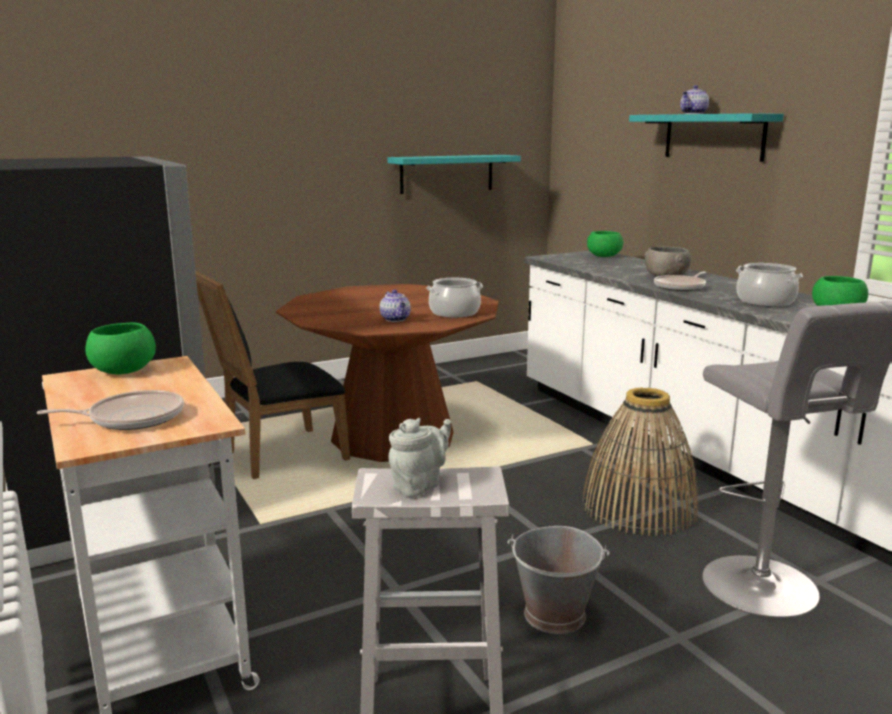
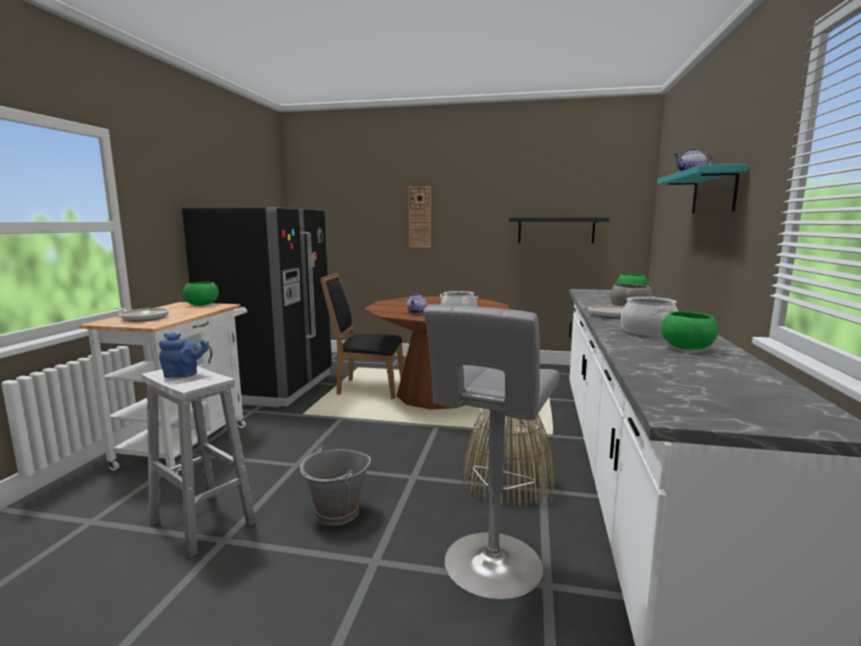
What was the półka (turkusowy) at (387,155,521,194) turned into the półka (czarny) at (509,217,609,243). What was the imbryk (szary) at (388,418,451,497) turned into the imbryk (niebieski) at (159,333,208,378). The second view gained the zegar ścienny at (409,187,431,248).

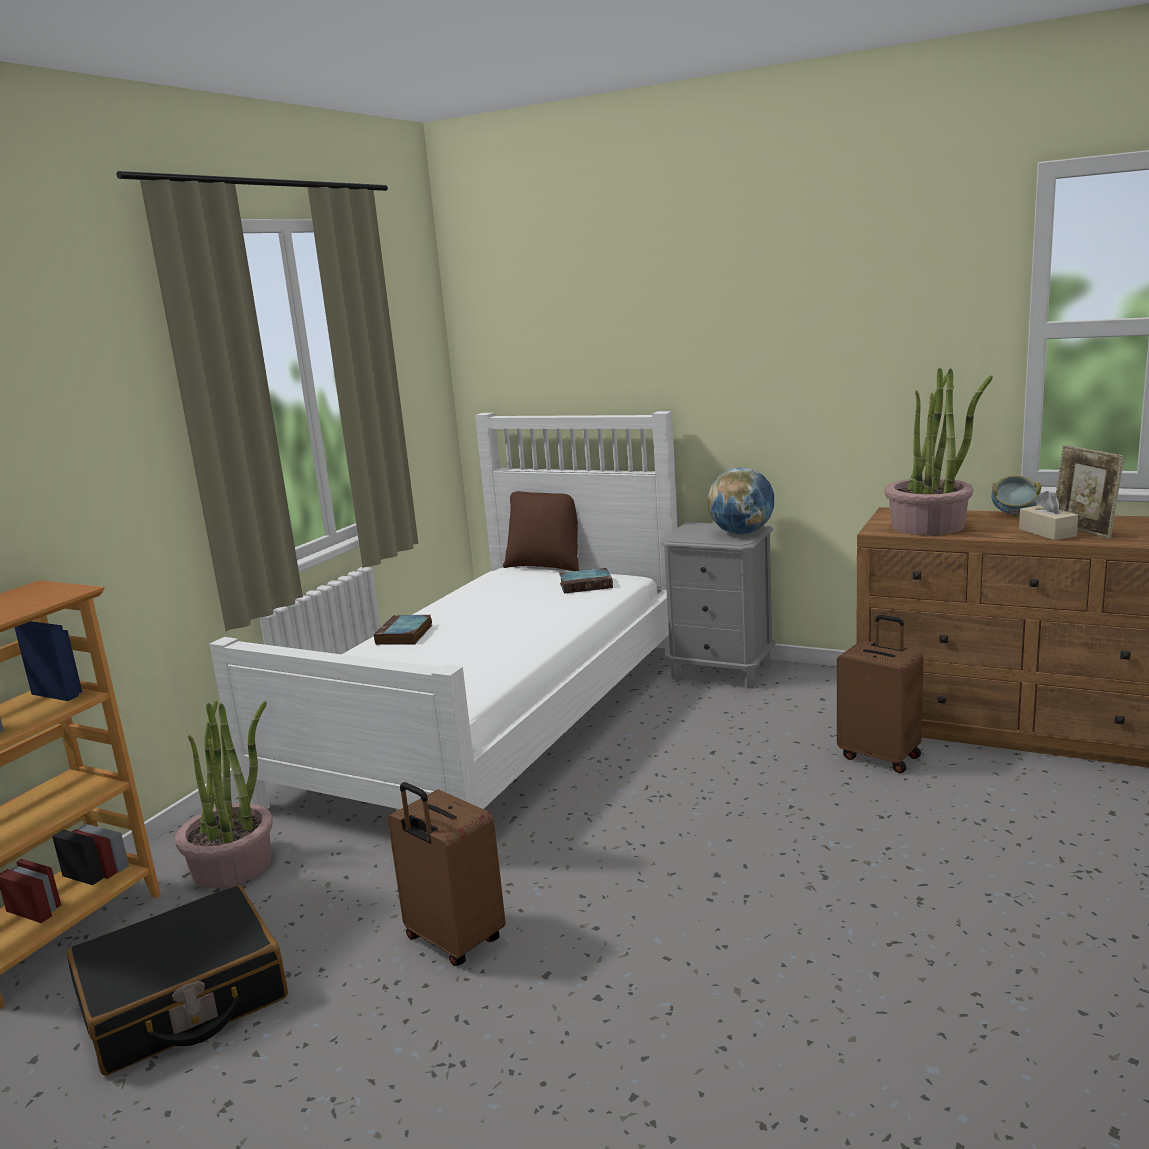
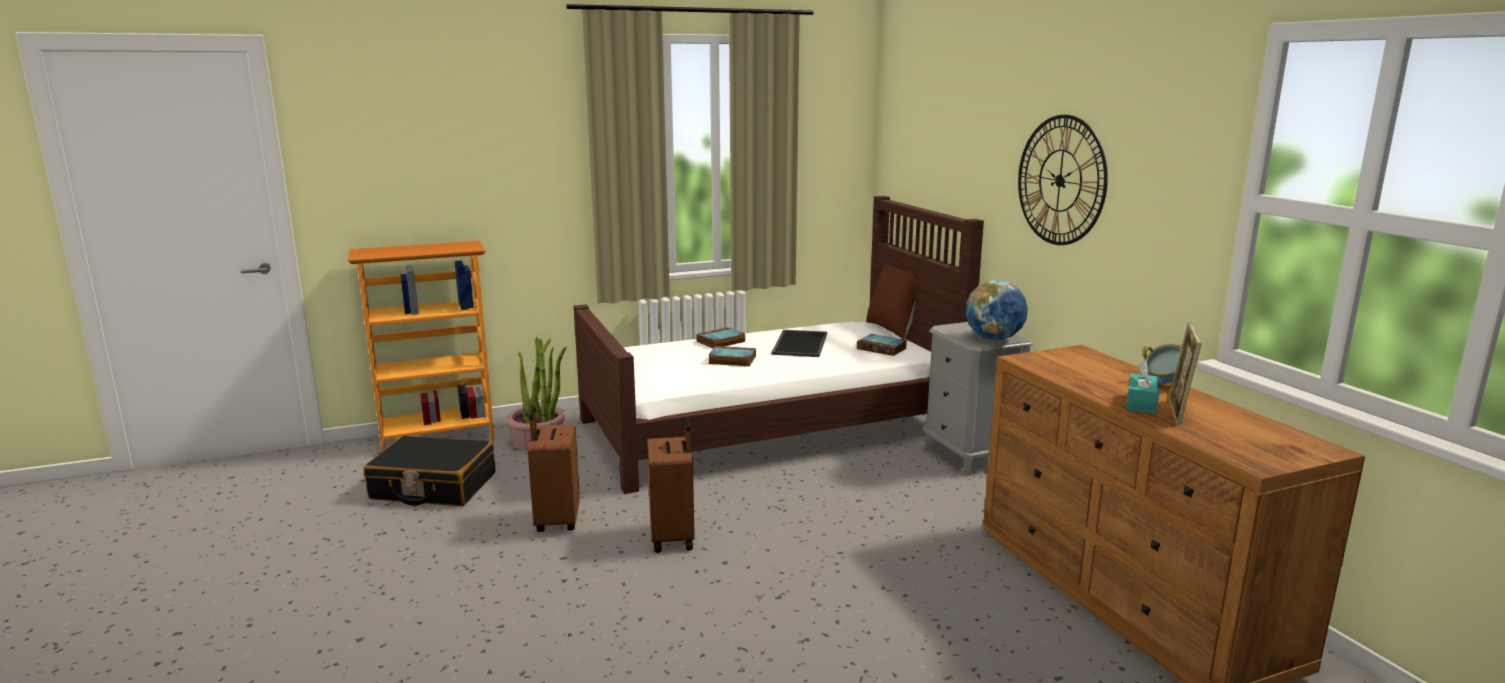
The second view lost the roślina doniczkowa at (884,368,993,536). What was the łóżko (biały) at (209,411,678,809) turned into the łóżko (brązowy) at (574,196,984,494). What was the pudełko chusteczek (beżowy) at (1019,491,1078,540) turned into the pudełko chusteczek (turkusowy) at (1126,361,1160,414). The walizka (brązowy) ended up elsewhere, having gone from (837,615,924,773) to (647,417,695,553). The second view gained the zegar ścienny at (1018,115,1108,245). The second view gained the taca at (772,330,827,357). The second view gained the książka at (708,346,756,366).

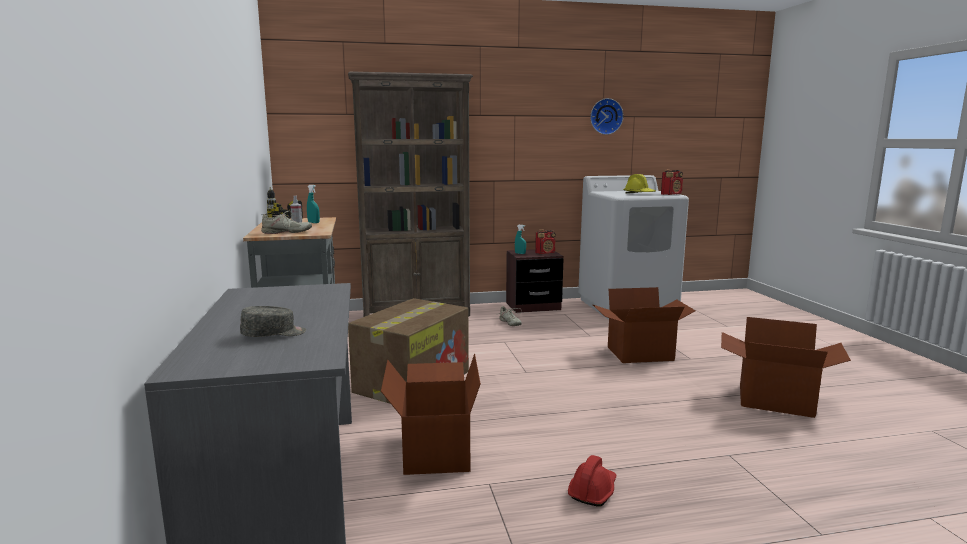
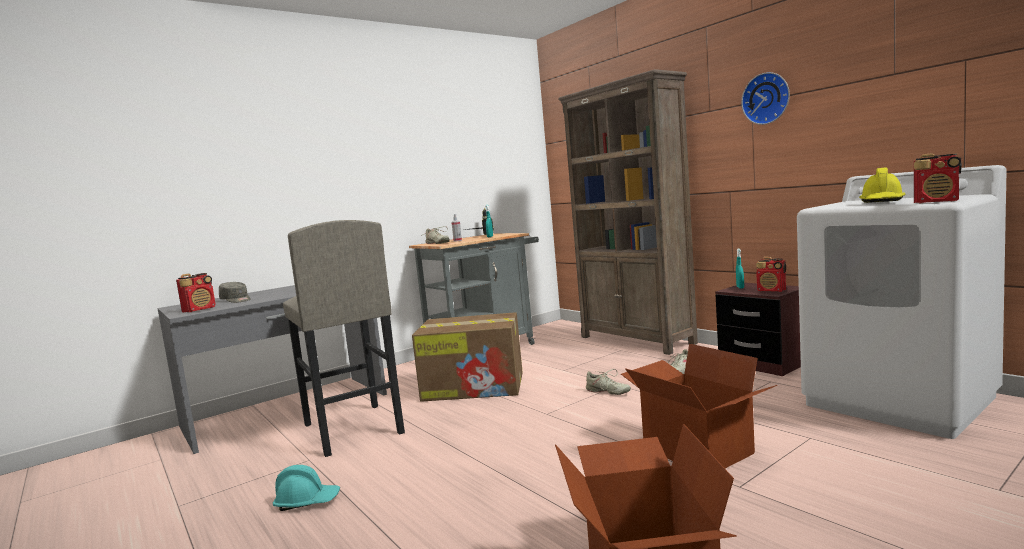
The zegar ścienny ended up elsewhere, having gone from (590,98,624,135) to (741,72,790,125). Where the karton stood at (381,353,481,475), the stołek (szary) came to stand at (283,220,405,457). What was the kask (czerwony) at (568,455,616,506) turned into the kask (turkusowy) at (273,465,340,511). The second view gained the radio at (176,273,216,312). The second view gained the but (beżowy) at (586,369,631,395).

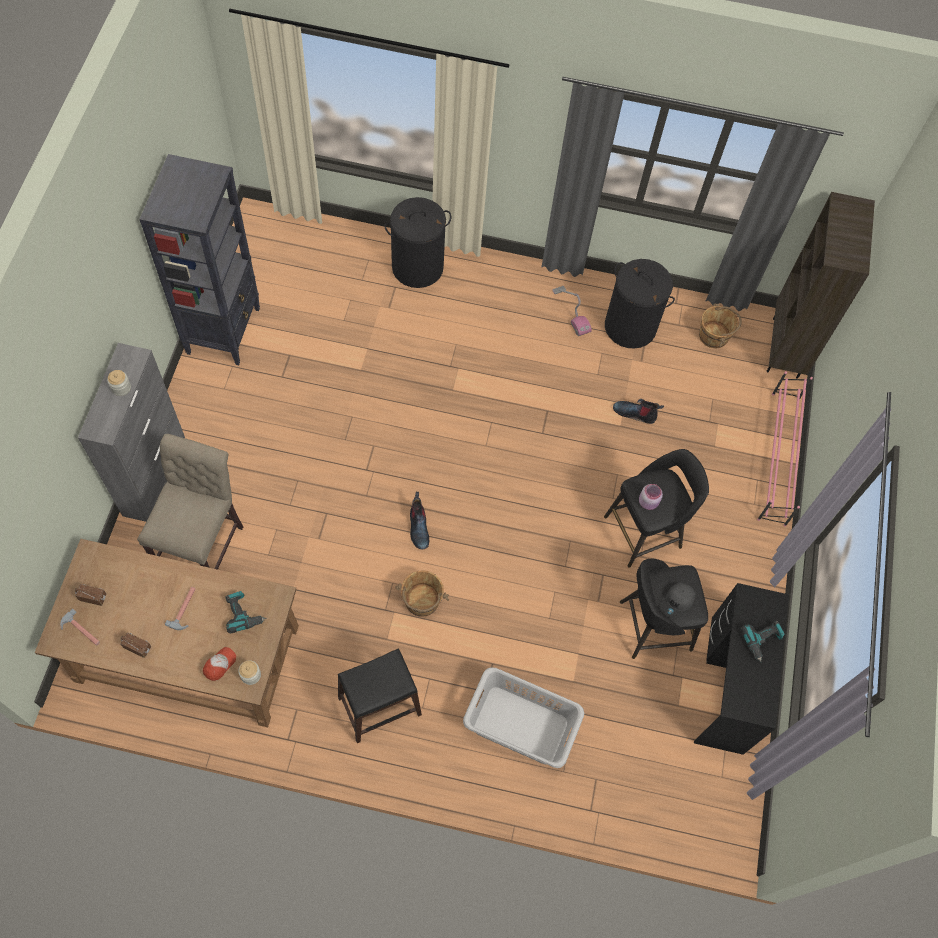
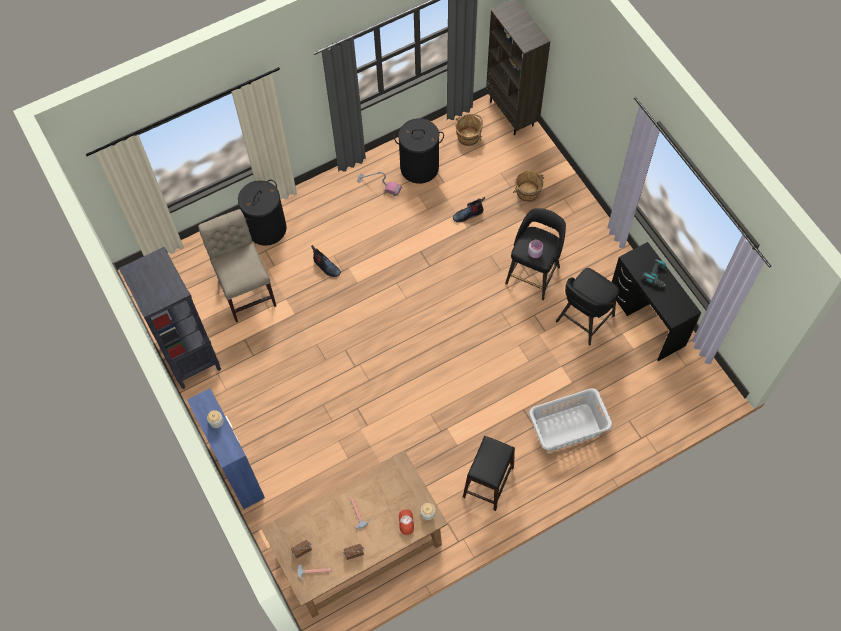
What was the szafka (szary) at (78,343,185,522) turned into the szafka (niebieski) at (187,388,265,509). The second view lost the regał na buty (różowy) at (757,371,813,527). The krzesło (beżowy) ended up elsewhere, having gone from (137,434,244,570) to (198,209,276,322). The but z cholewką ended up elsewhere, having gone from (410,492,429,549) to (311,245,341,277). The wiadro (brązowy) ended up elsewhere, having gone from (395,570,449,617) to (513,170,544,202). The second view lost the czapka z daszkiem (szary) at (660,582,695,620). The second view lost the wiertarka at (225,591,267,633).

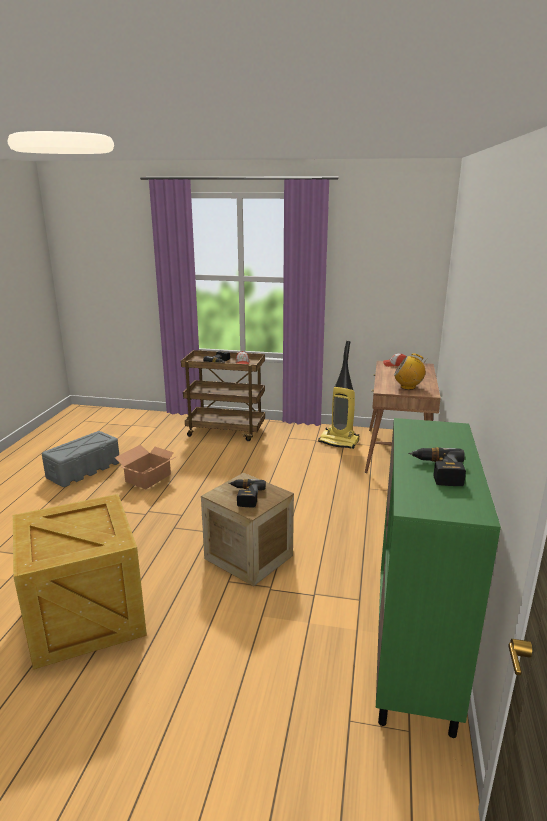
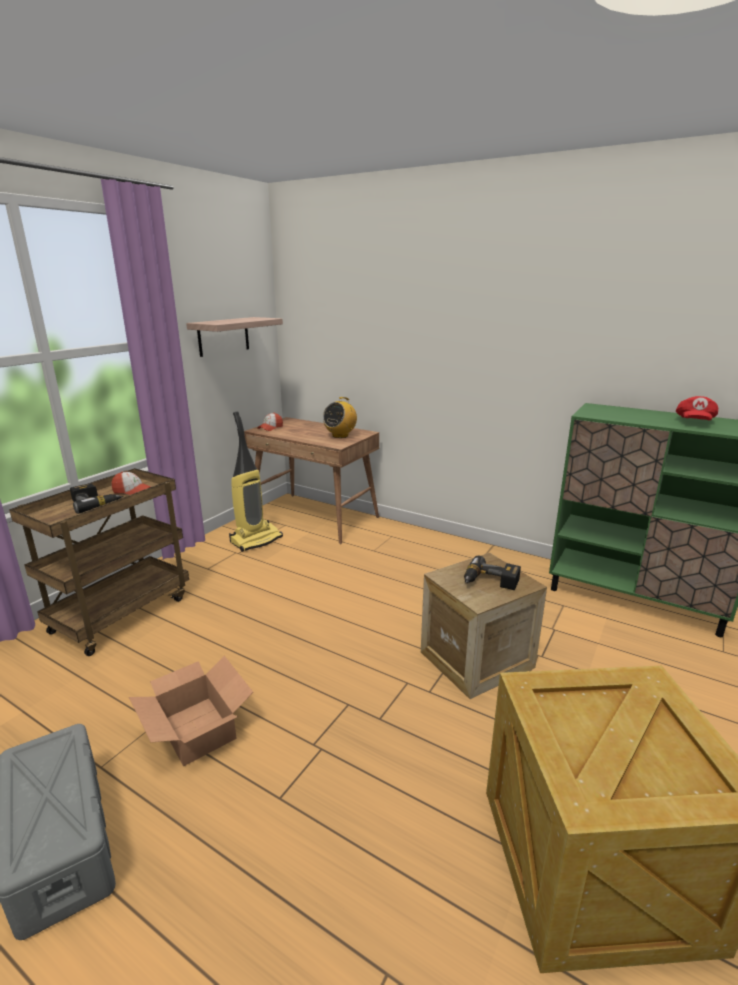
Where the wiertarka stood at (408,447,466,486), the czapka z daszkiem (czerwony) came to stand at (676,396,718,420). The second view gained the półka at (186,317,283,357).

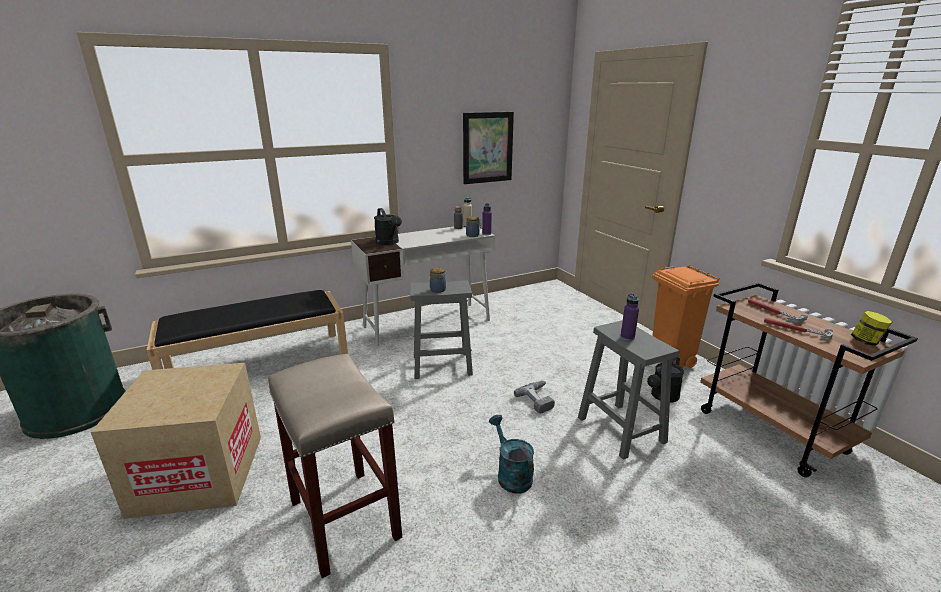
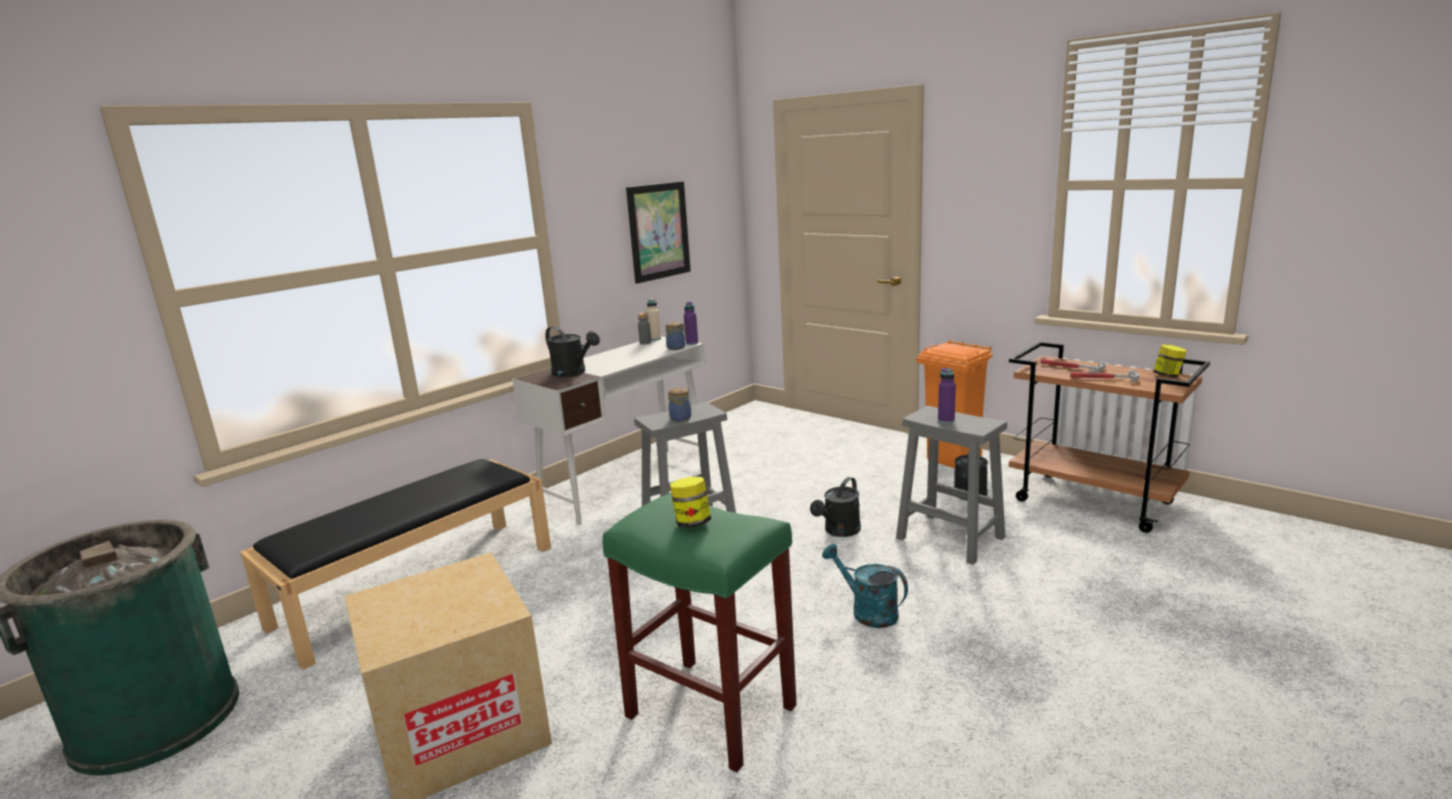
What was the stołek (beżowy) at (268,354,402,578) turned into the stołek (zielony) at (602,493,797,772). Where the wiertarka stood at (514,381,555,414), the konewka (czarny) came to stand at (810,477,861,537). The second view gained the słoik at (670,477,711,527).

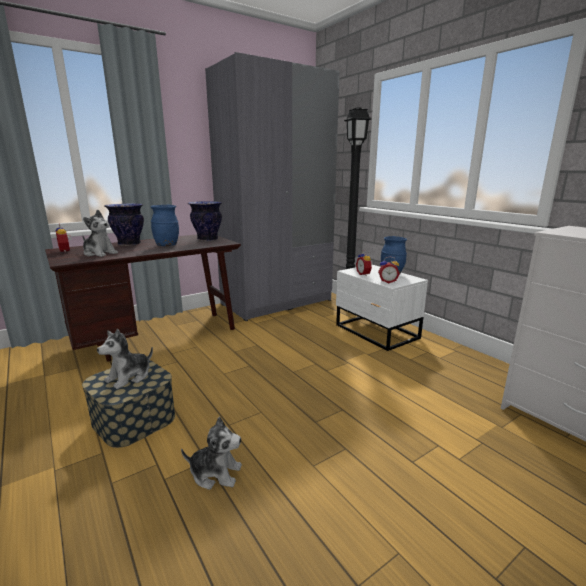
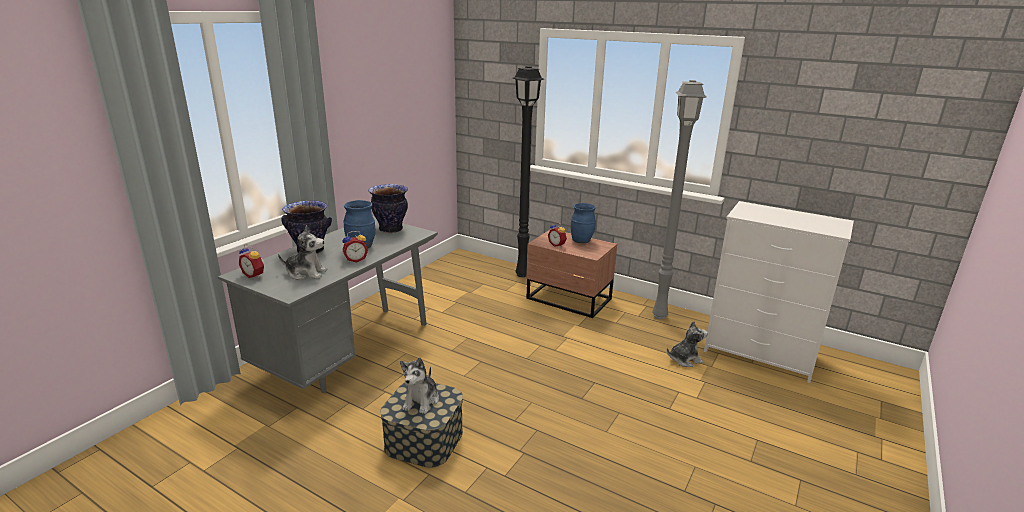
The second view lost the szafa (szary) at (205,52,340,321). What was the biurko (brązowy) at (45,234,241,362) turned into the biurko (szary) at (218,216,438,393). The budzik ended up elsewhere, having gone from (378,257,399,283) to (342,231,368,263). What was the szafka nocna (biały) at (336,265,428,351) turned into the szafka nocna (brązowy) at (526,229,617,318). The pluszak ended up elsewhere, having gone from (181,417,242,490) to (667,321,708,367). The second view gained the lampa stojąca (szary) at (652,80,707,319).

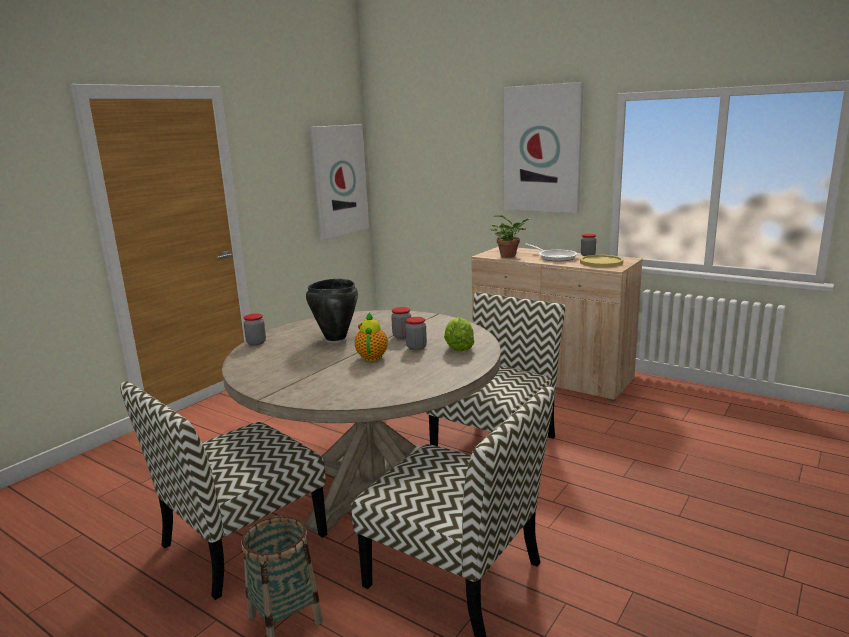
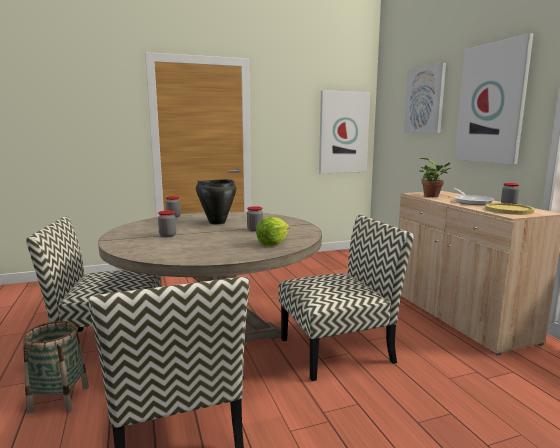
The second view lost the imbryk at (355,312,388,361). The słoik ended up elsewhere, having gone from (405,317,427,350) to (158,211,176,237). The second view gained the obraz at (404,63,446,133).

